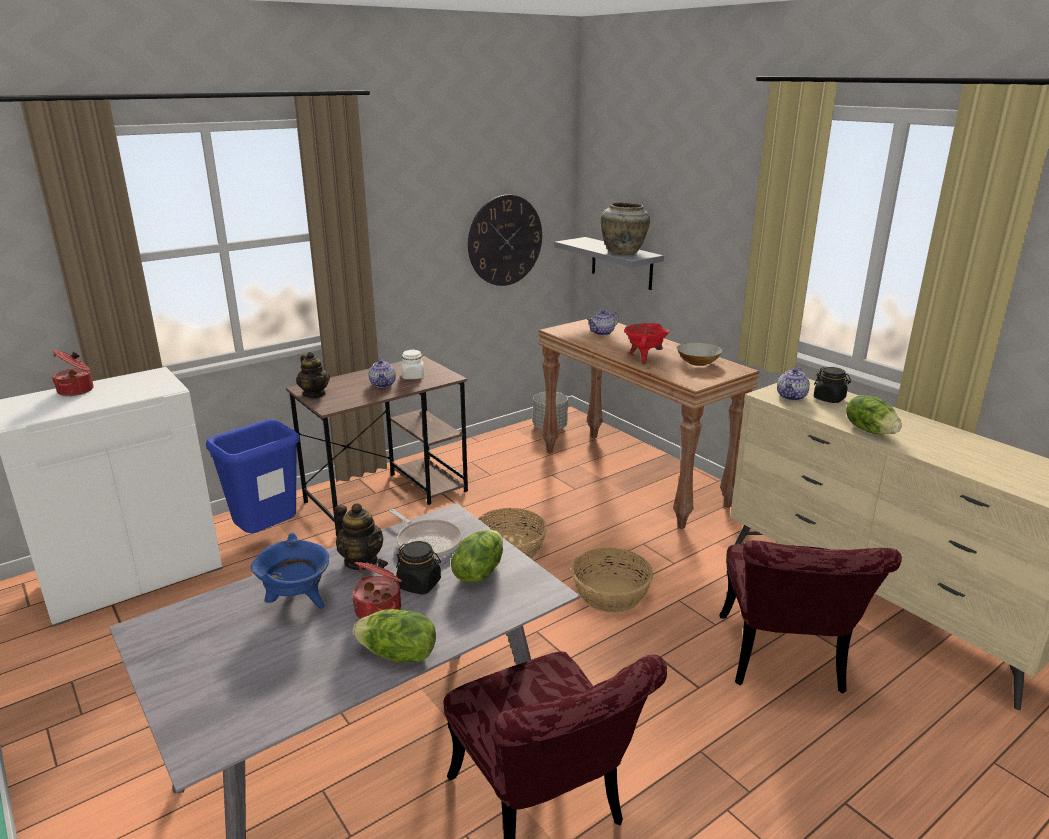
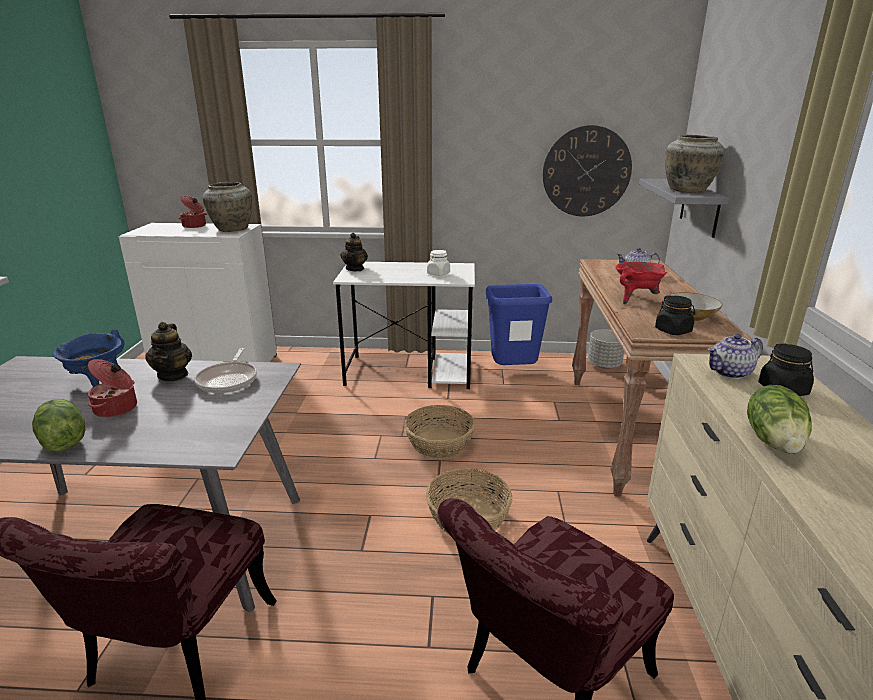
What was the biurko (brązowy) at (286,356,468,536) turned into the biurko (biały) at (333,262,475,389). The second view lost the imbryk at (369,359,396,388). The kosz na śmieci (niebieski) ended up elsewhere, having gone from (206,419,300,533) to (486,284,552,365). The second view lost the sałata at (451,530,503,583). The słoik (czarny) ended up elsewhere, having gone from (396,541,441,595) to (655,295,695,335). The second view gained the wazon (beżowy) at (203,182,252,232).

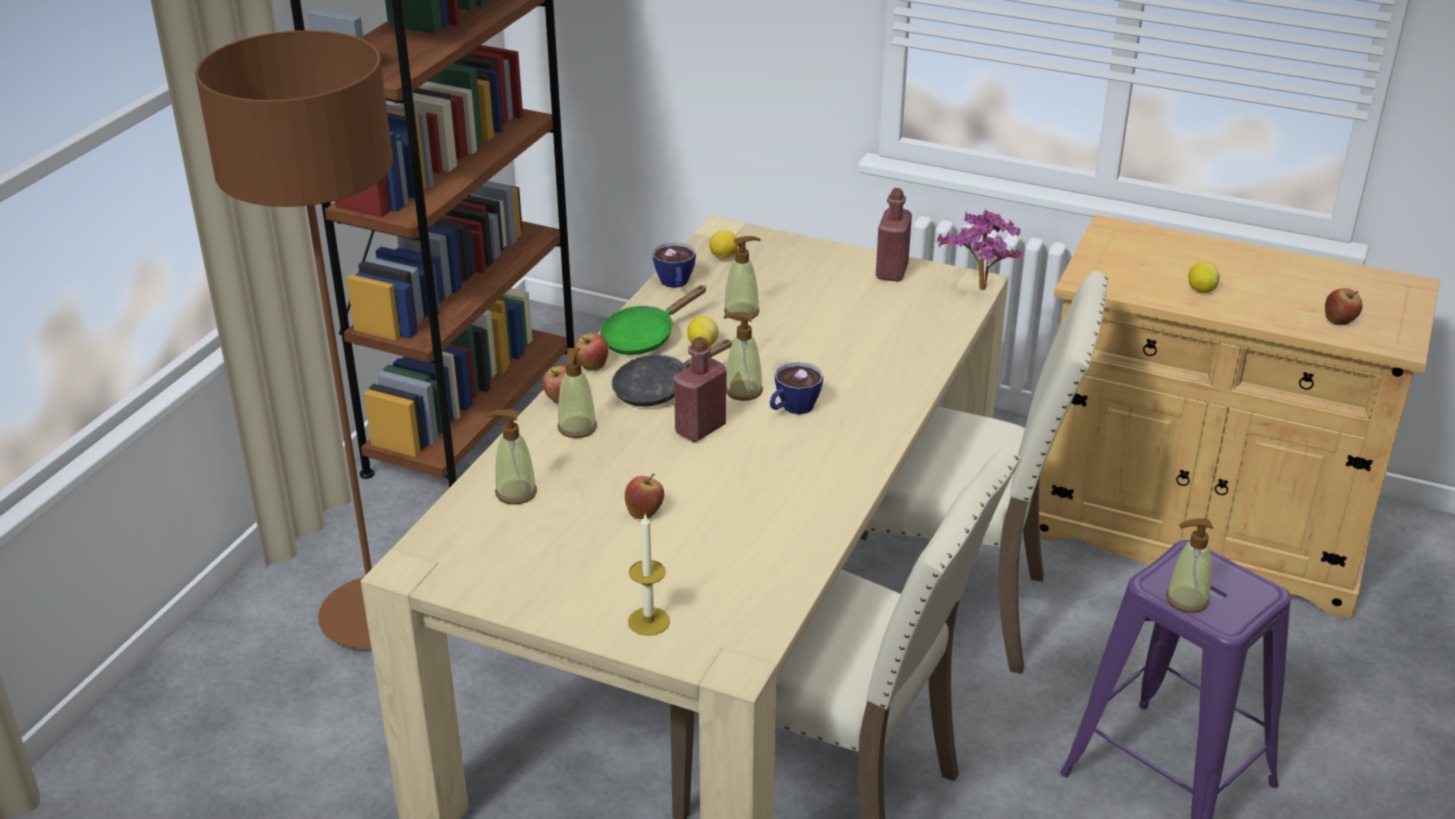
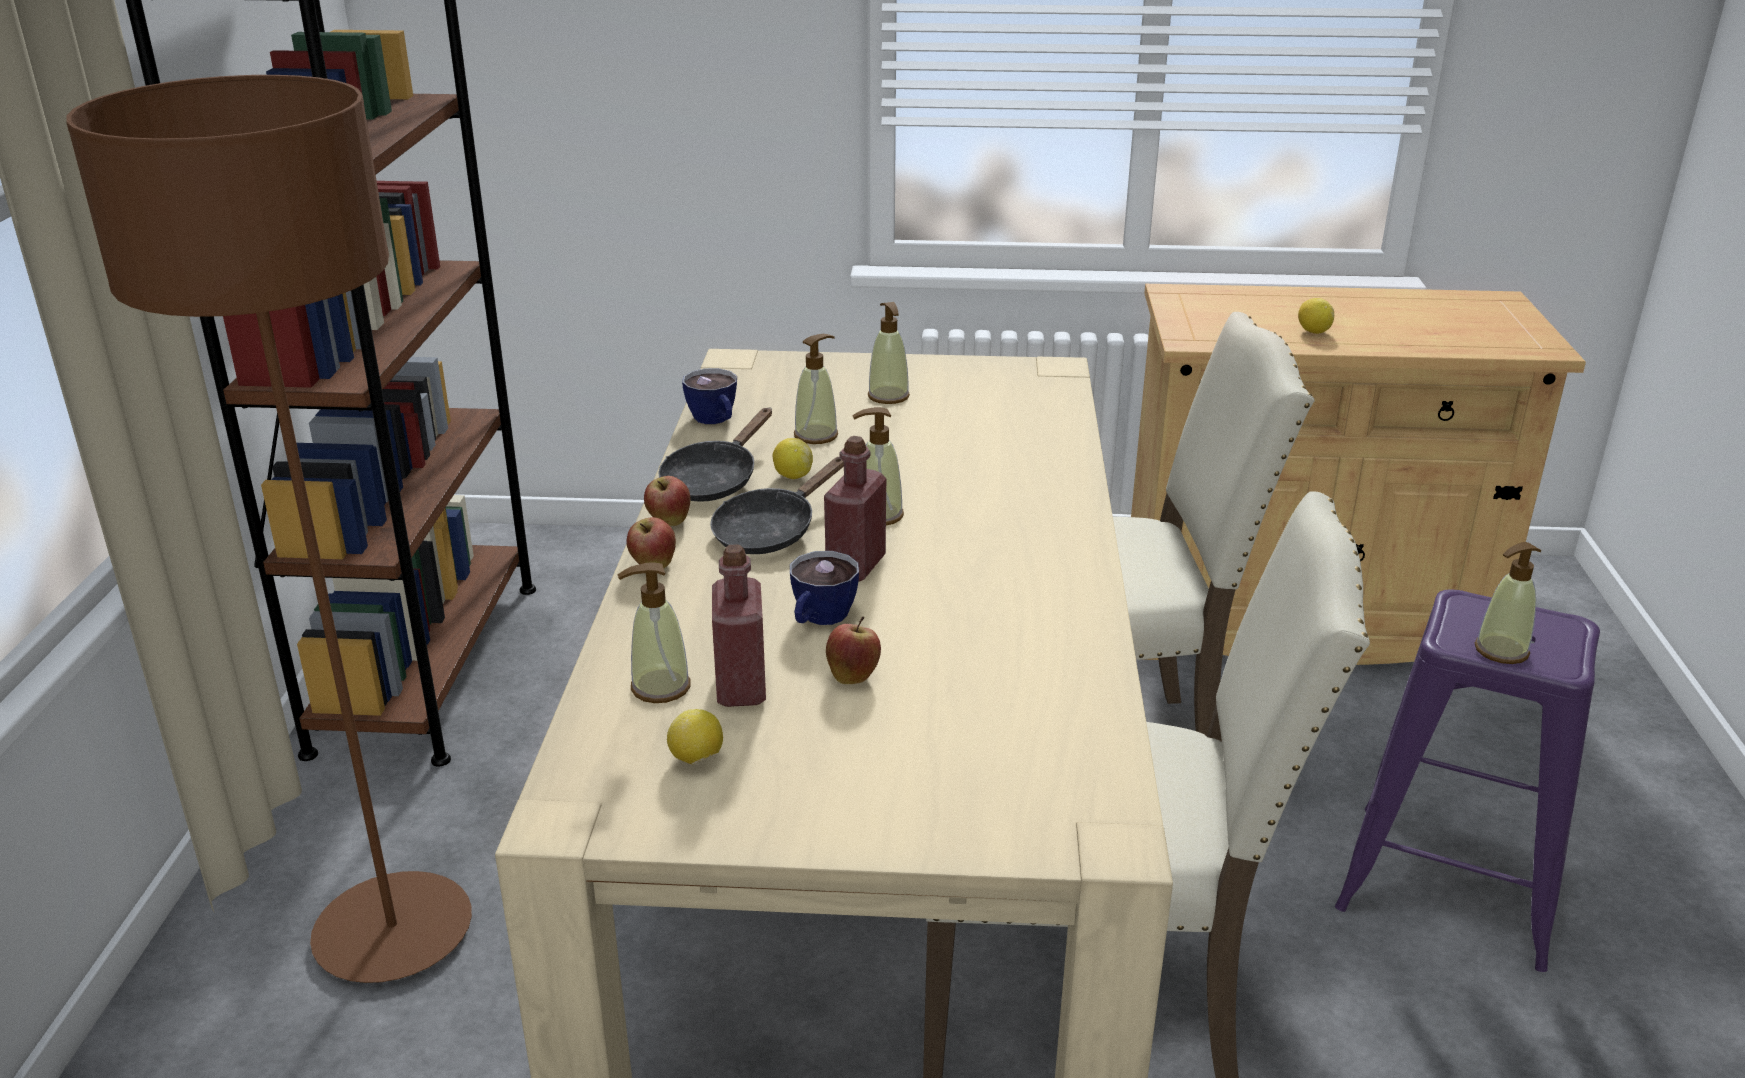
The butelka (czerwony) ended up elsewhere, having gone from (876,188,912,281) to (712,544,766,707). The second view lost the roślina doniczkowa at (937,210,1023,290). The cytryna ended up elsewhere, having gone from (709,230,738,258) to (667,709,723,764). What was the patelnia (zielony) at (600,285,706,355) turned into the patelnia (czarny) at (658,408,772,502). The second view lost the jabłko at (1325,288,1363,325). The dozownik mydła ended up elsewhere, having gone from (558,348,597,438) to (868,302,910,404). The filiżanka ended up elsewhere, having gone from (770,362,824,414) to (790,551,859,625). The second view lost the świeca at (628,514,670,636).

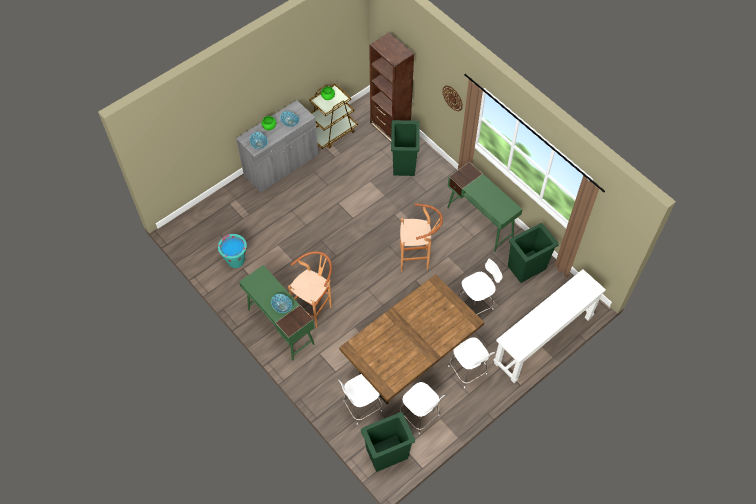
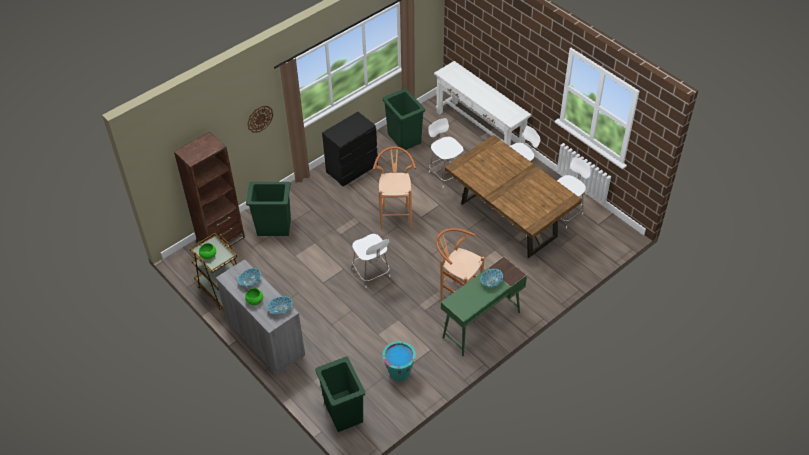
Where the biurko (zielony) stood at (447,162,523,252), the komoda (czarny) came to stand at (322,112,378,187). The krzesło (biały) ended up elsewhere, having gone from (338,374,382,425) to (352,234,390,288). The kosz na śmieci (zielony) ended up elsewhere, having gone from (361,412,415,472) to (315,356,365,432).

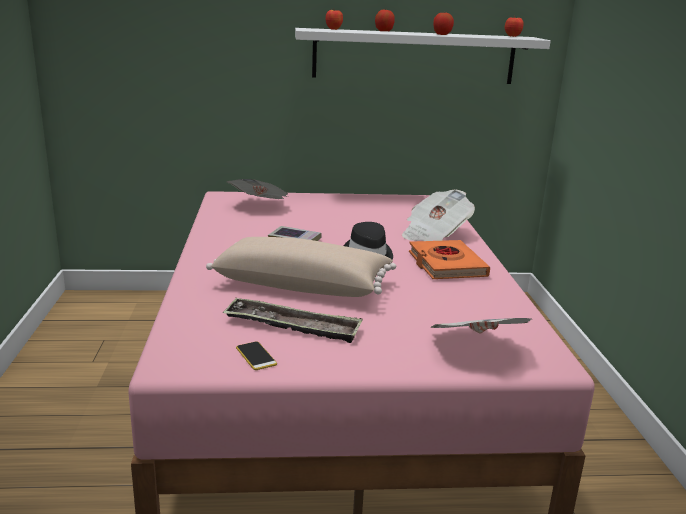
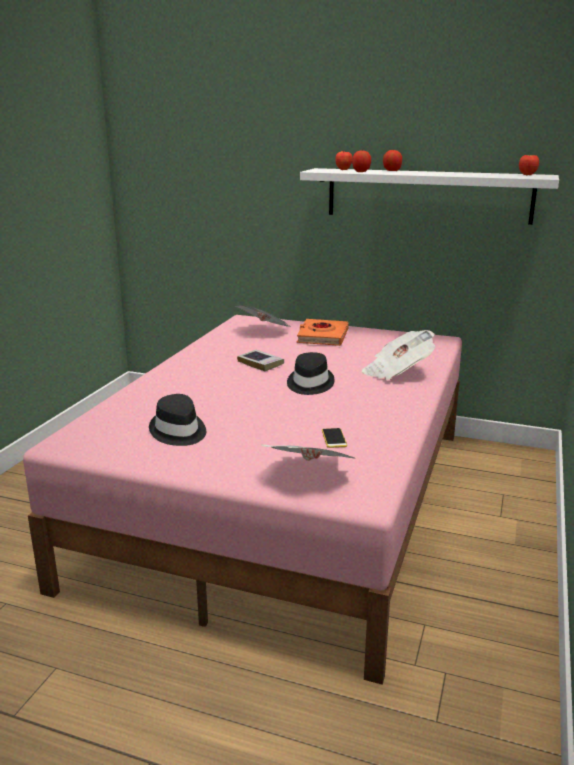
The jabłko ended up elsewhere, having gone from (433,11,454,35) to (352,151,371,172). The second view lost the poduszka (beżowy) at (206,237,396,297). The książka (pomarańczowy) ended up elsewhere, having gone from (409,240,490,279) to (297,319,349,346). Where the taca stood at (223,298,363,343), the kapelusz (czarny) came to stand at (149,394,206,446). The telefon ended up elsewhere, having gone from (236,341,277,370) to (322,428,347,448).

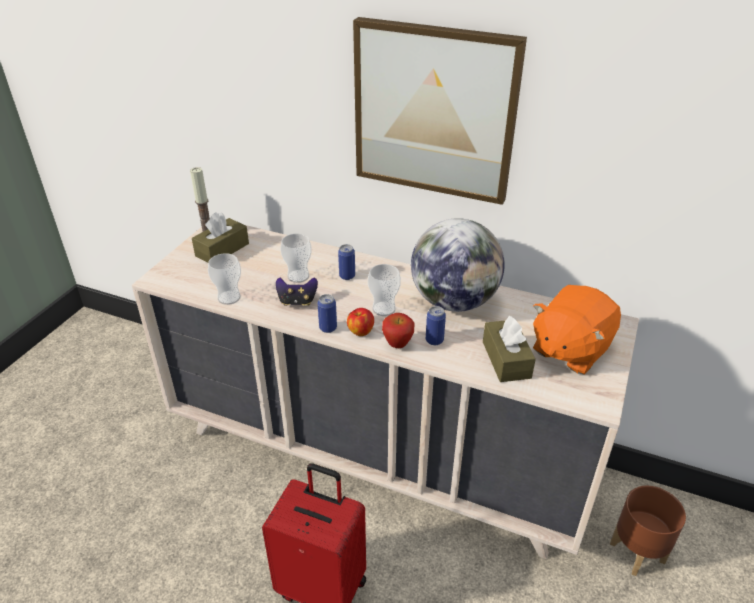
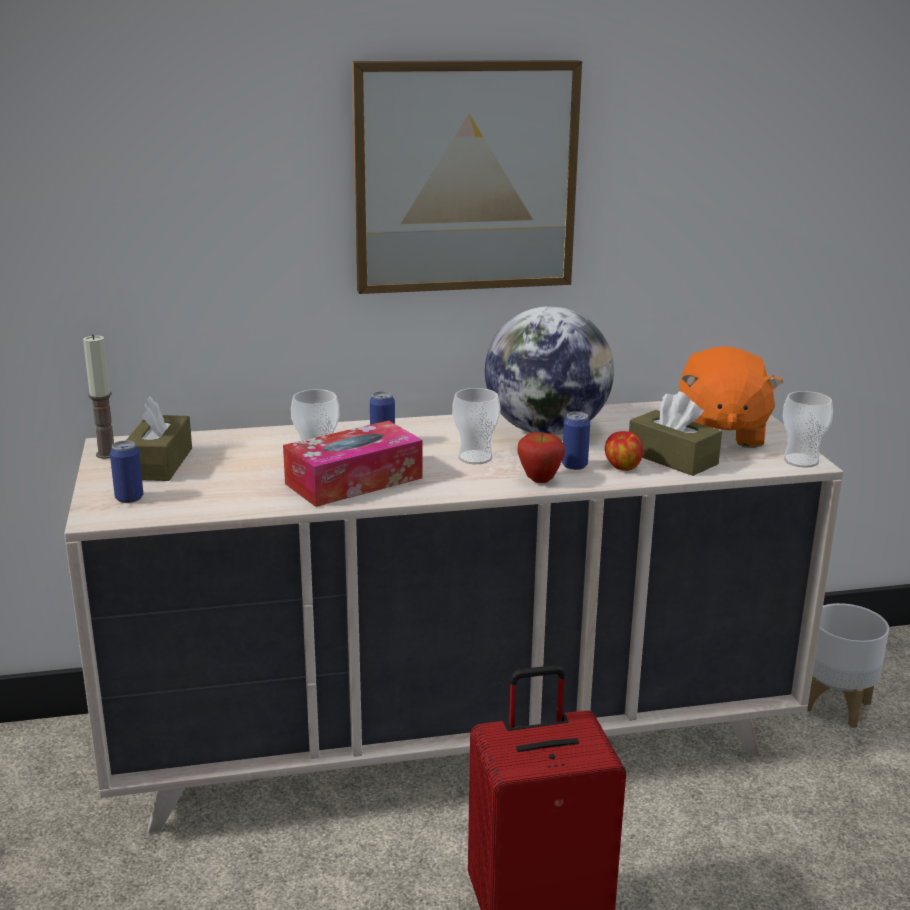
The filiżanka ended up elsewhere, having gone from (208,253,241,305) to (783,391,833,468). Where the pad do gier stood at (276,277,318,306), the pudełko chusteczek came to stand at (283,421,423,507). The puszka ended up elsewhere, having gone from (317,294,337,333) to (110,440,143,503). The jabłko ended up elsewhere, having gone from (347,308,374,336) to (605,431,643,471). What was the donica (brązowy) at (610,486,686,576) turned into the donica (biały) at (807,603,889,728).

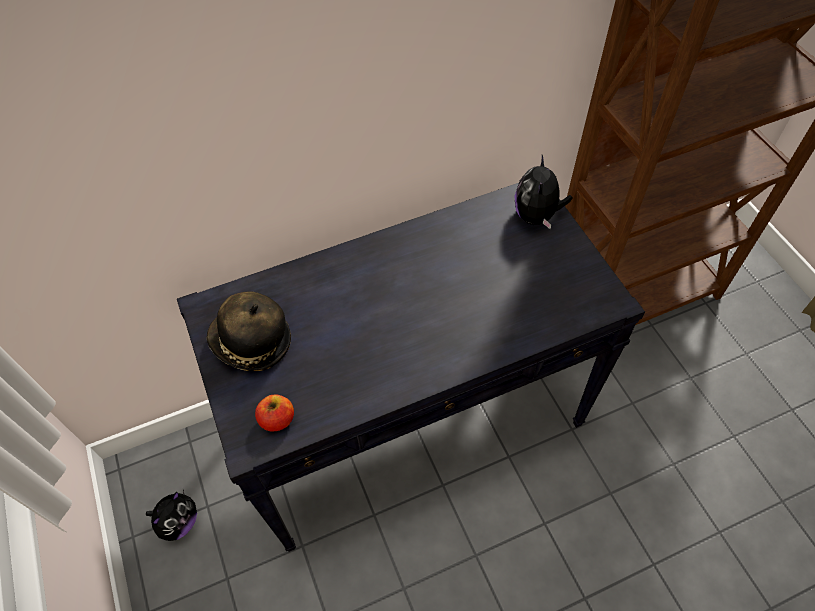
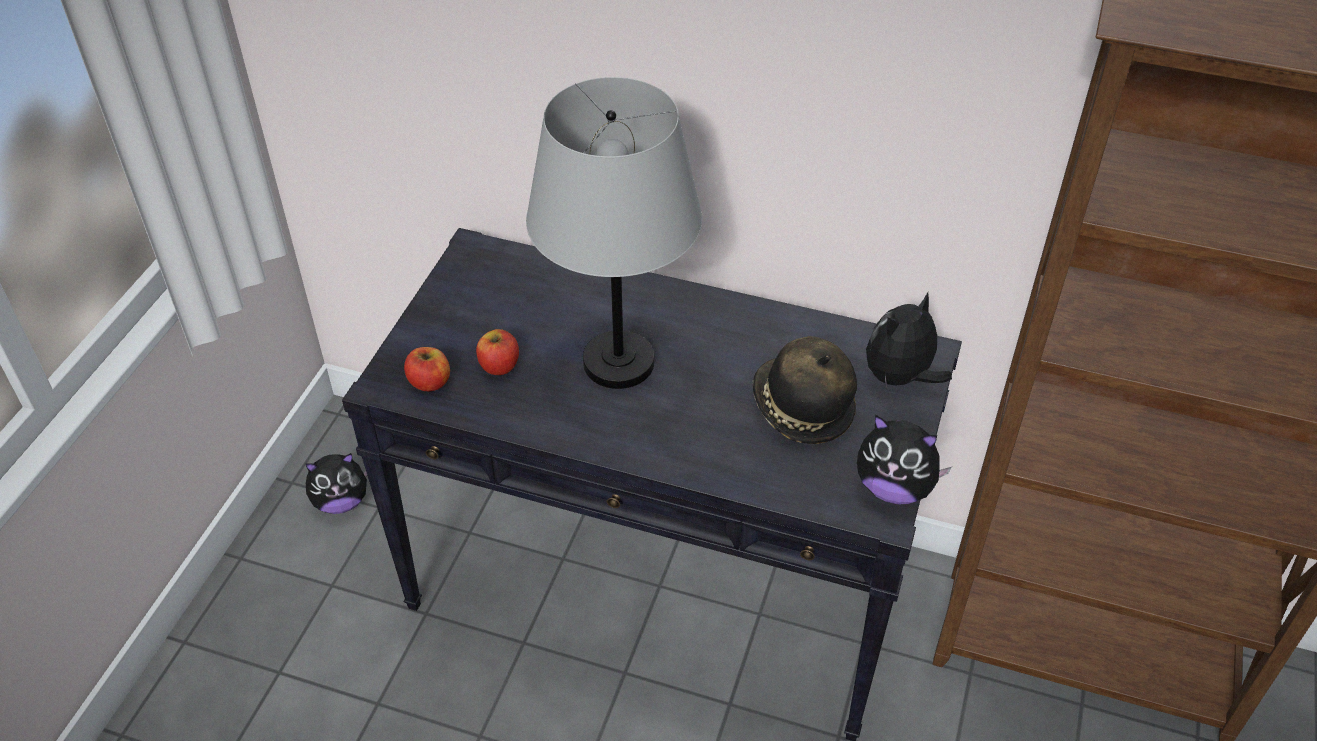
The kapelusz ended up elsewhere, having gone from (207,291,291,371) to (753,336,857,444). The second view gained the lampa stołowa (szary) at (526,77,702,389). The second view gained the jabłko at (476,329,519,375). The second view gained the pluszak at (857,415,952,505).

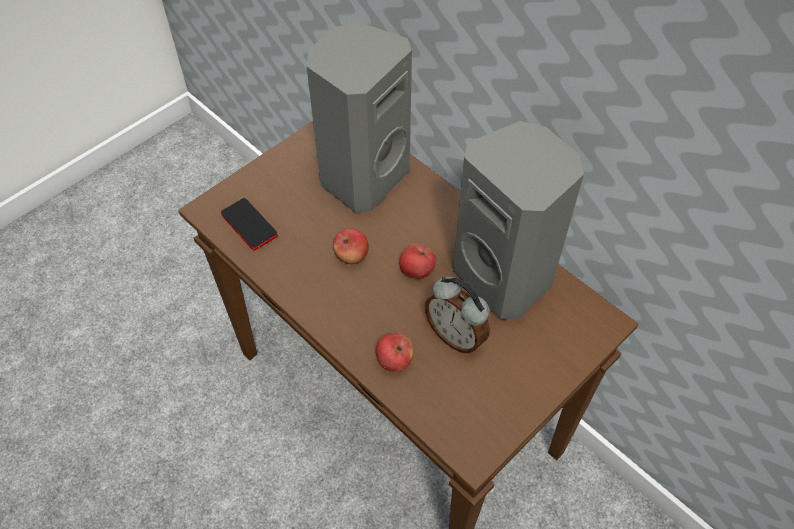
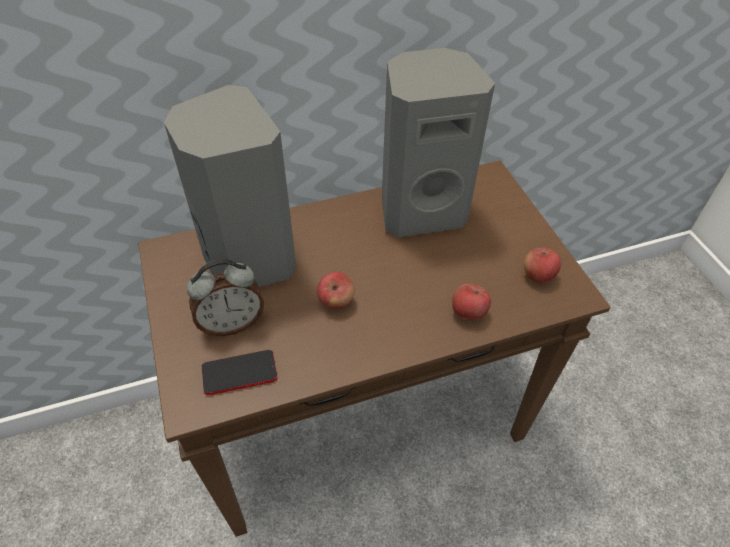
The jabłko ended up elsewhere, having gone from (399,244,436,279) to (524,248,561,283). The budzik ended up elsewhere, having gone from (425,277,490,353) to (187,259,264,336).

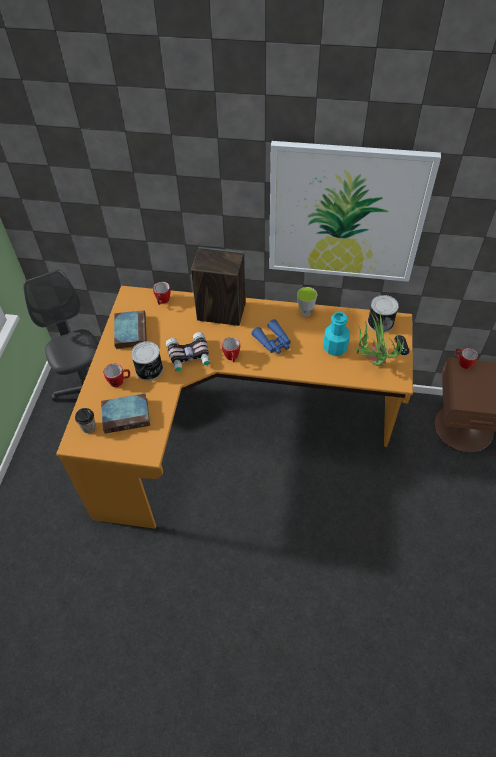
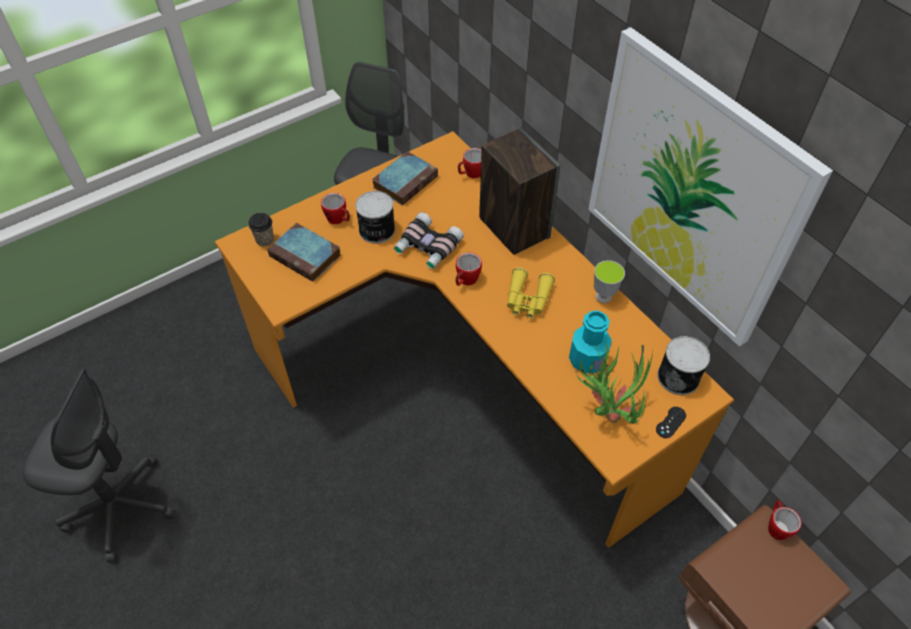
What was the lornetka (niebieski) at (251,319,291,354) turned into the lornetka (żółty) at (507,267,555,318). The second view gained the krzesło biurowe (szary) at (22,367,175,562).

